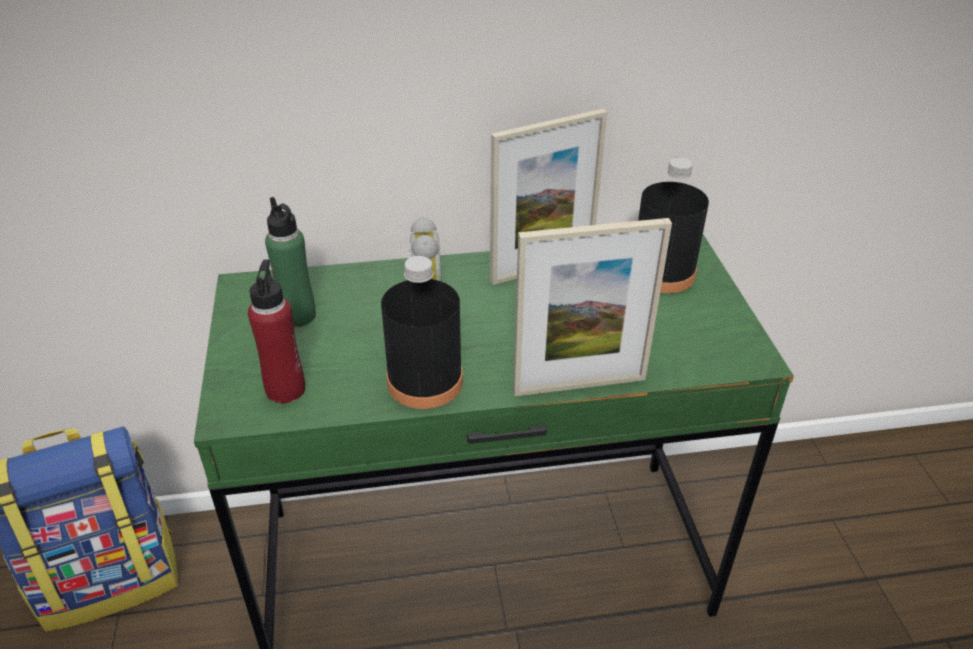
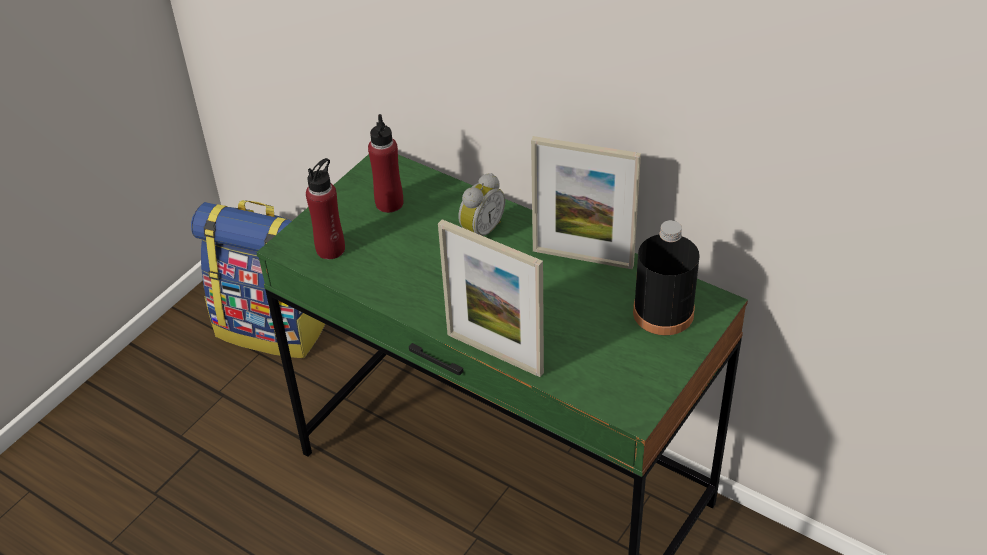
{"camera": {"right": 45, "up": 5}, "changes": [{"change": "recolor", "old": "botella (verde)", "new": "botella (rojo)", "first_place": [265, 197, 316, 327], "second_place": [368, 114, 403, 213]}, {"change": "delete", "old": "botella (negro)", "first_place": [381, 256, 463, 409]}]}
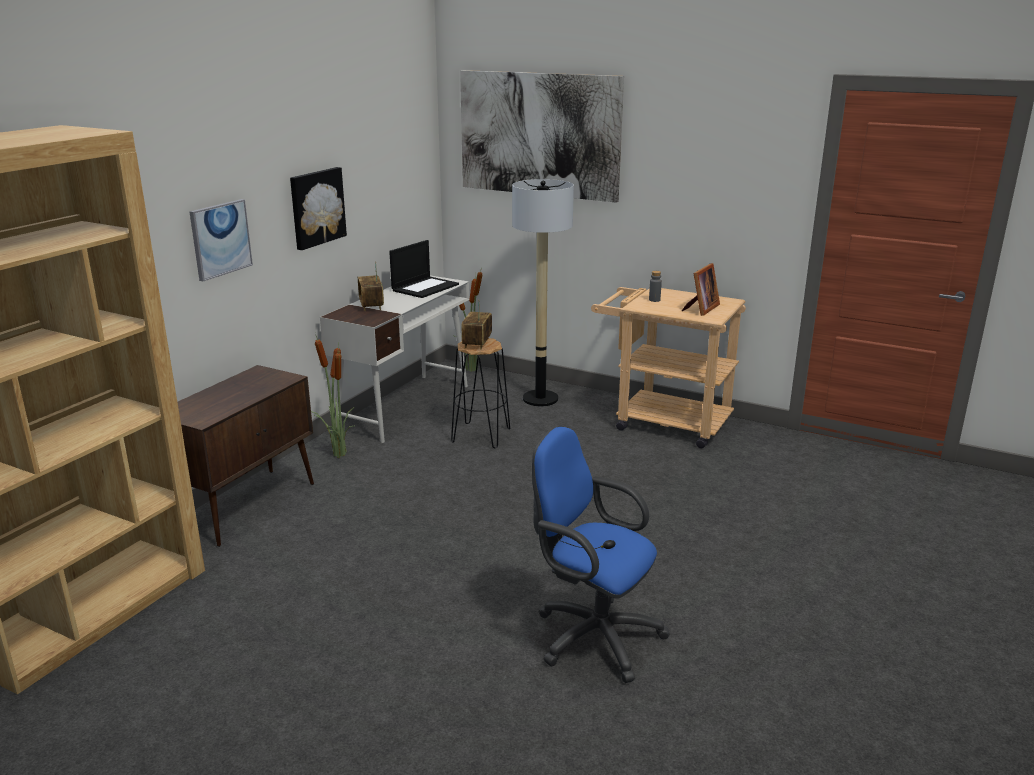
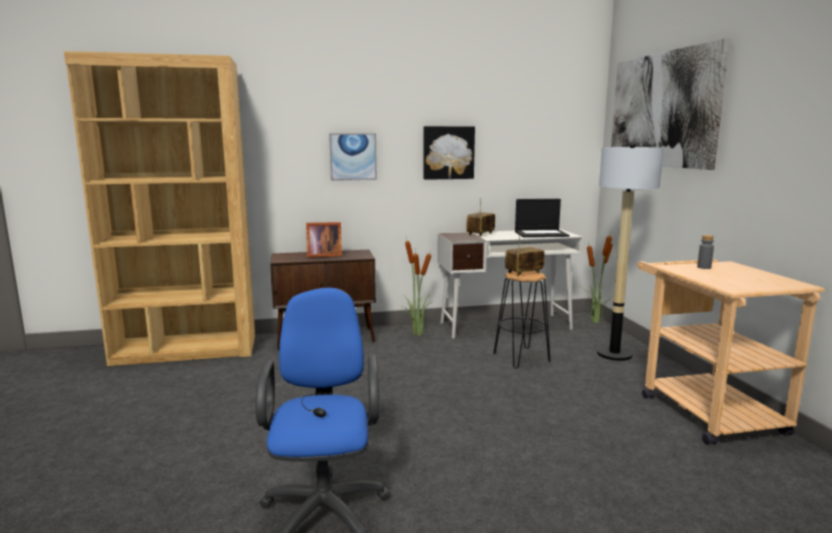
{"camera": {"right": 50, "up": -10}, "changes": [{"change": "move", "old": "portarretratos", "first_place": [682, 263, 720, 316], "second_place": [306, 222, 342, 257]}]}
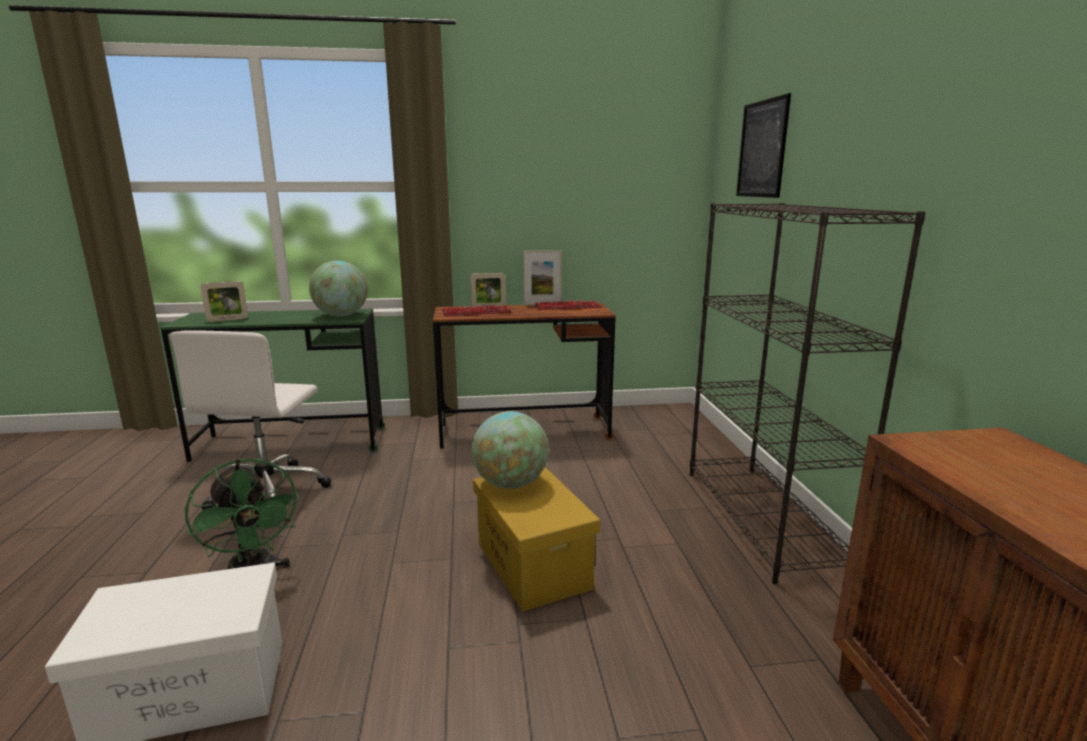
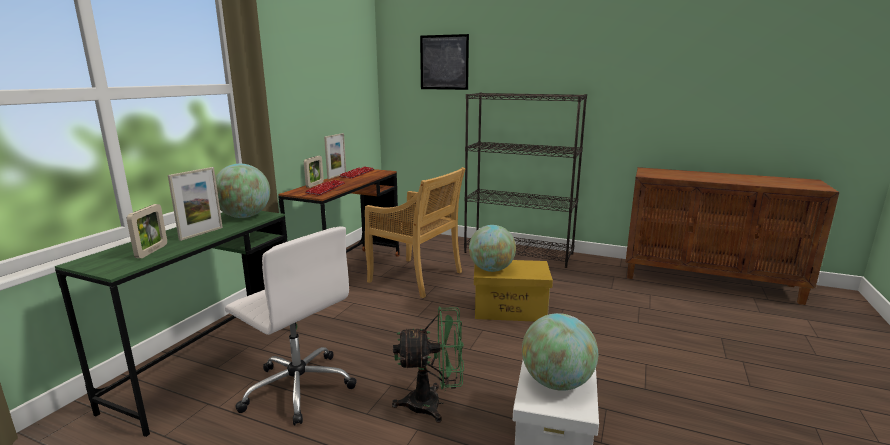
{"camera": {"right": -60, "up": 0}, "changes": [{"change": "insert", "new": "portarretratos", "second_place": [168, 167, 223, 241]}, {"change": "insert", "new": "silla (beis)", "second_place": [365, 167, 465, 298]}, {"change": "insert", "new": "globo terráqueo", "second_place": [522, 313, 598, 391]}]}
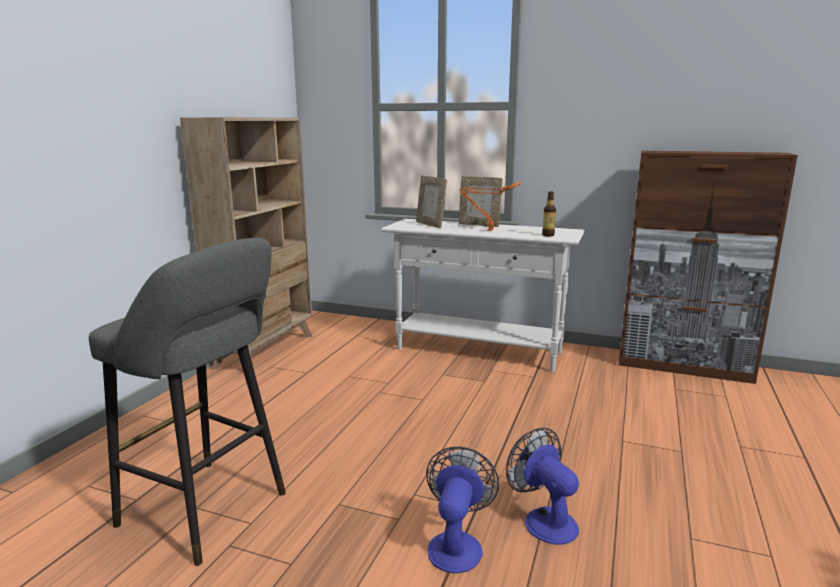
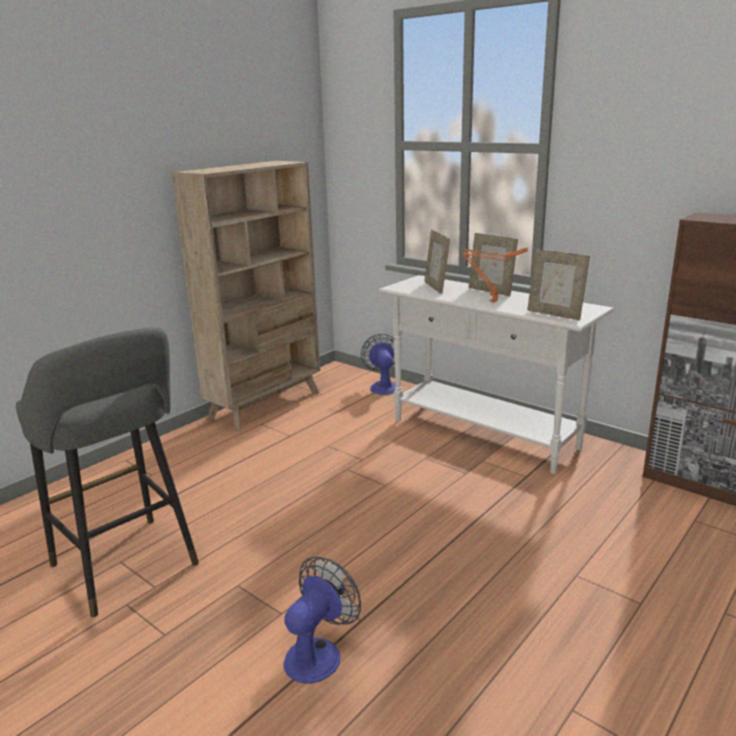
{"camera": {"right": 20, "up": 5}, "changes": [{"change": "move", "old": "ventilador", "first_place": [506, 428, 579, 545], "second_place": [361, 334, 396, 395]}, {"change": "replace", "old": "botella", "new": "portarretratos", "first_place": [542, 191, 556, 237], "second_place": [527, 249, 590, 320]}]}
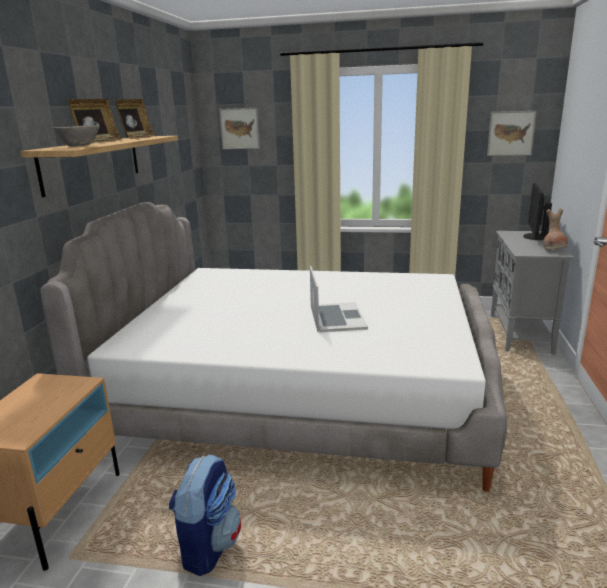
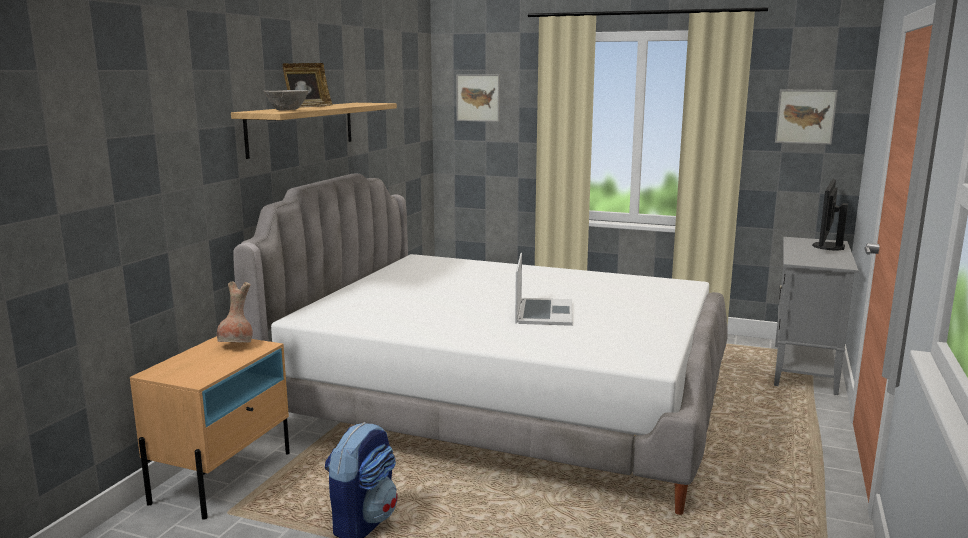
{"camera": {"right": 10, "up": -5}, "changes": [{"change": "move", "old": "florero (marrón)", "first_place": [543, 209, 568, 249], "second_place": [217, 281, 253, 342]}, {"change": "delete", "old": "portarretratos", "first_place": [115, 99, 155, 139]}]}
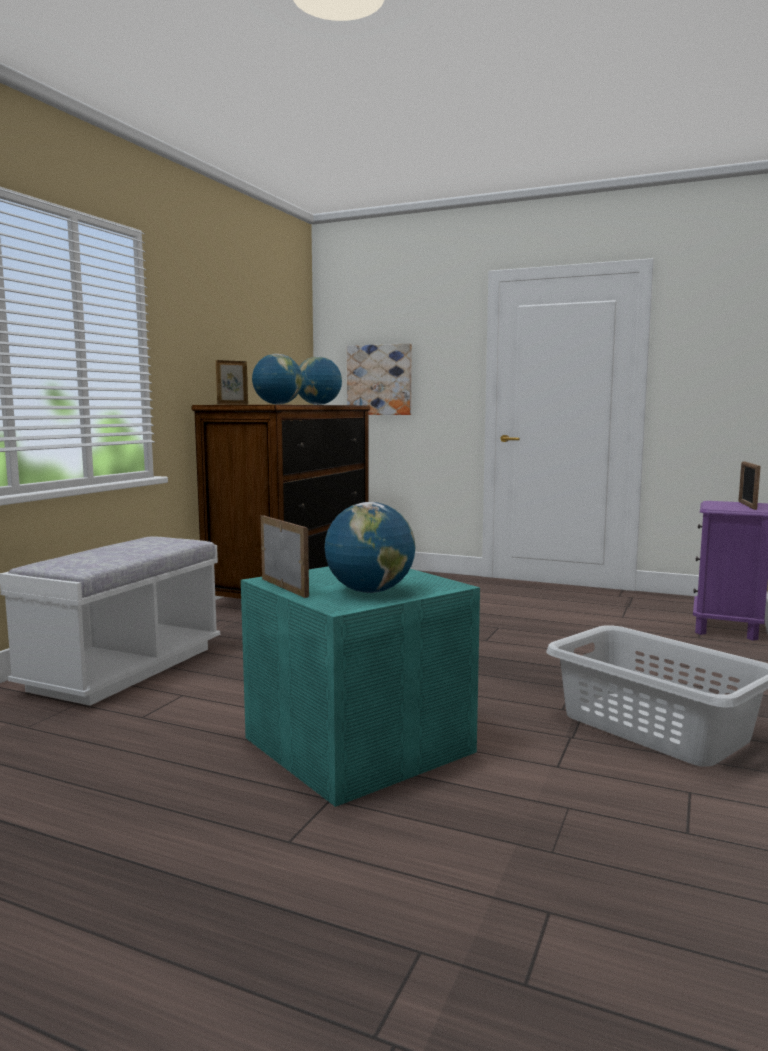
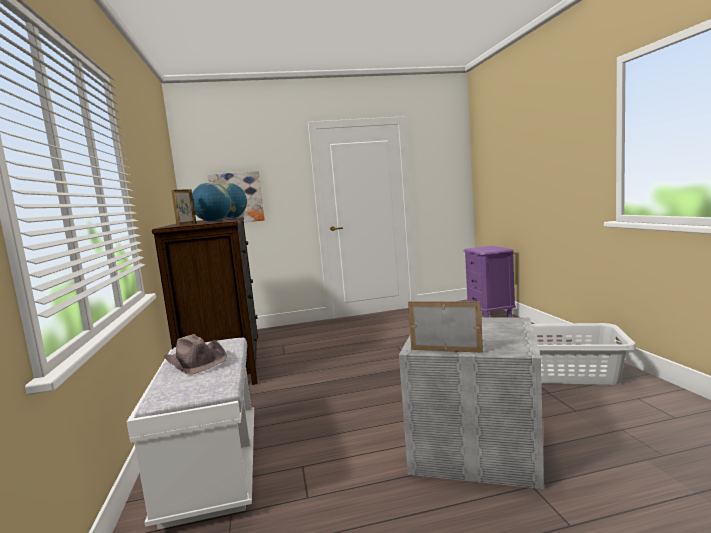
{"camera": {"right": -35, "up": 0}, "changes": [{"change": "insert", "new": "sombrero (marrón)", "second_place": [164, 334, 227, 375]}, {"change": "recolor", "old": "caja de almacenaje (turquesa)", "new": "caja de almacenaje (gris)", "first_place": [241, 566, 480, 807], "second_place": [399, 317, 544, 489]}, {"change": "delete", "old": "globo terráqueo", "first_place": [325, 502, 415, 593]}, {"change": "delete", "old": "portarretratos", "first_place": [739, 462, 761, 510]}]}
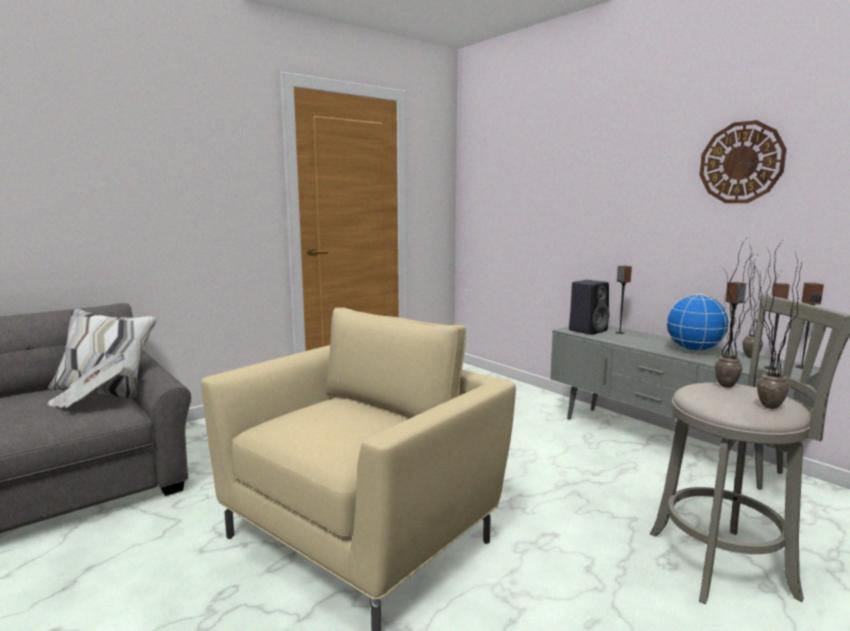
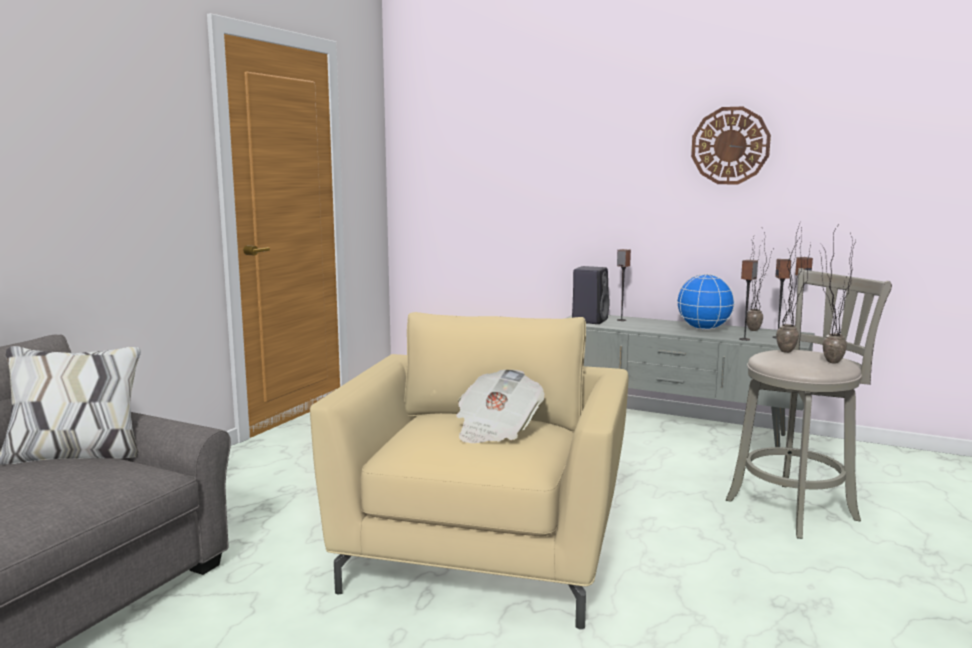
{"camera": {"right": -25, "up": 0}, "changes": [{"change": "move", "old": "periódico", "first_place": [48, 353, 129, 408], "second_place": [456, 370, 544, 443]}]}
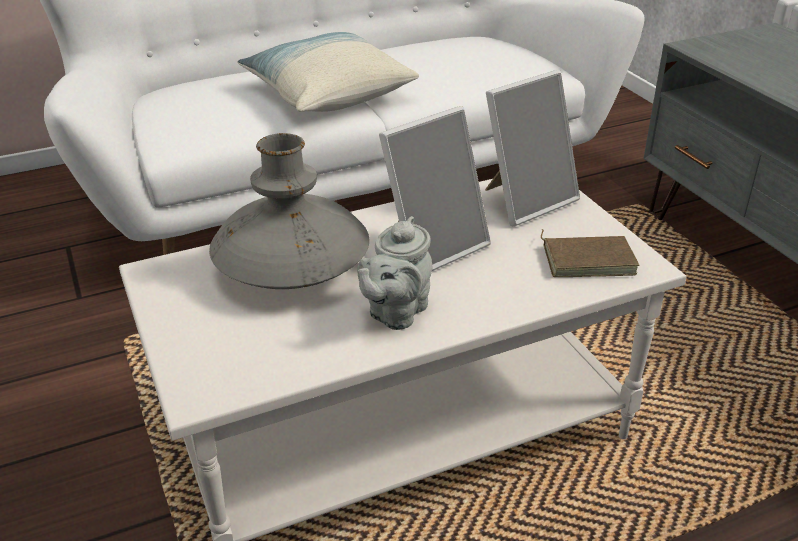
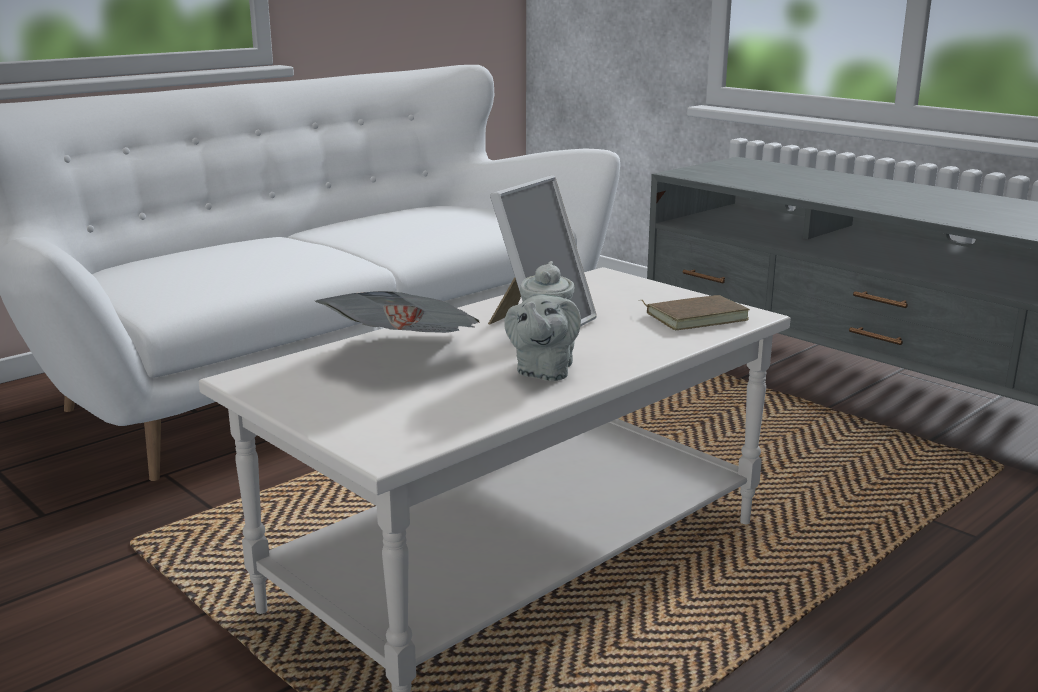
{"camera": {"right": -20, "up": -15}, "changes": [{"change": "replace", "old": "florero (gris)", "new": "periódico", "first_place": [209, 133, 369, 289], "second_place": [314, 291, 479, 333]}, {"change": "delete", "old": "cojín", "first_place": [238, 32, 419, 112]}, {"change": "delete", "old": "portarretratos", "first_place": [485, 70, 580, 227]}]}
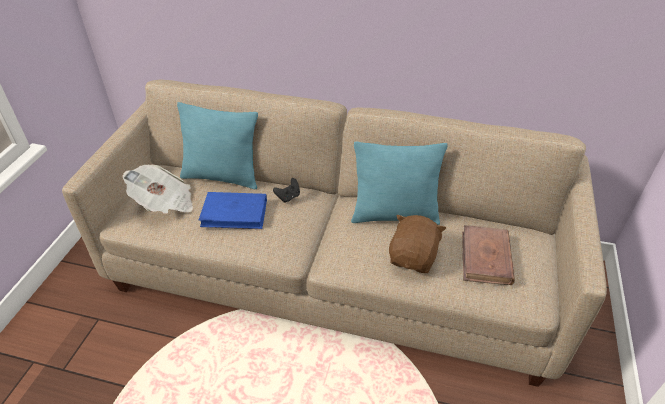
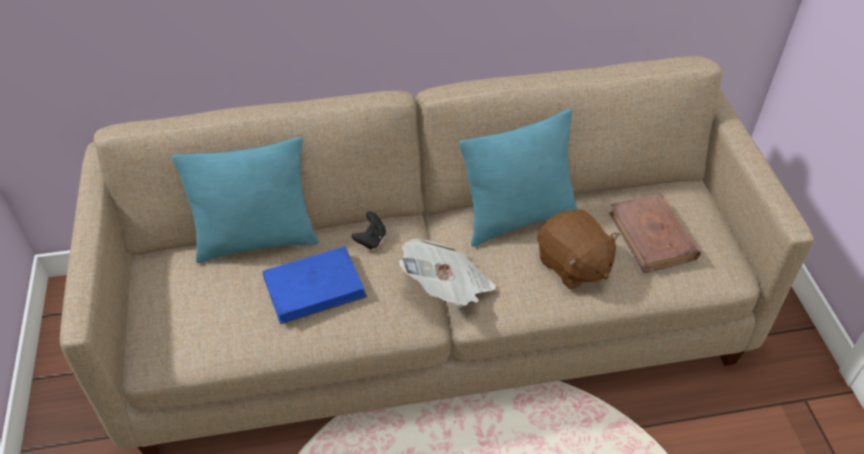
{"camera": {"right": -25, "up": 5}, "changes": [{"change": "move", "old": "periódico", "first_place": [123, 164, 193, 214], "second_place": [398, 238, 496, 307]}, {"change": "rotate", "old": "peluche (marrón)", "first_place": [389, 214, 446, 273], "second_place": [537, 209, 620, 289], "degrees": 150}]}
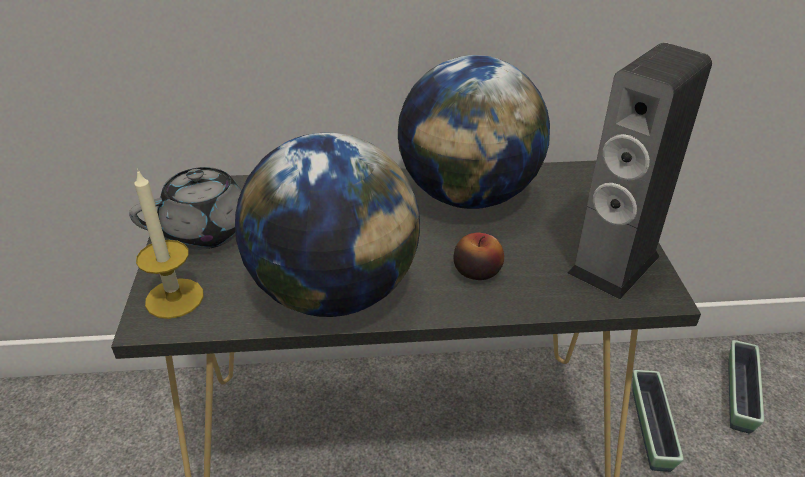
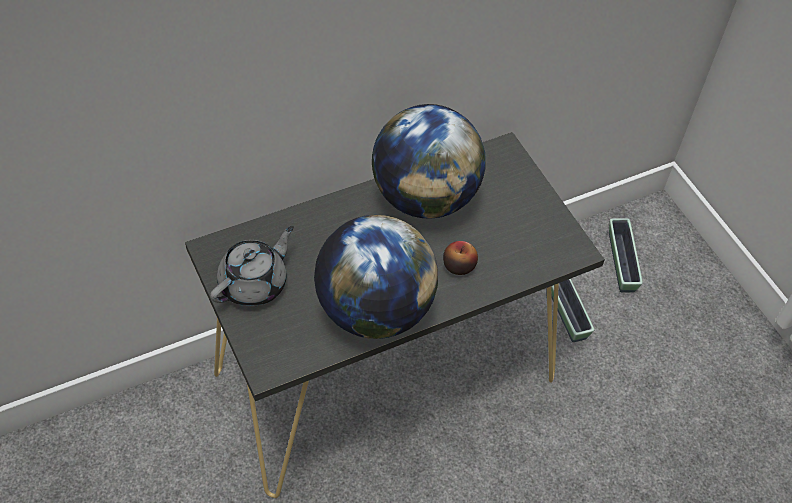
{"camera": {"right": -25, "up": 15}, "changes": [{"change": "delete", "old": "vela", "first_place": [134, 169, 204, 319]}, {"change": "delete", "old": "altavoz", "first_place": [568, 43, 712, 300]}]}
